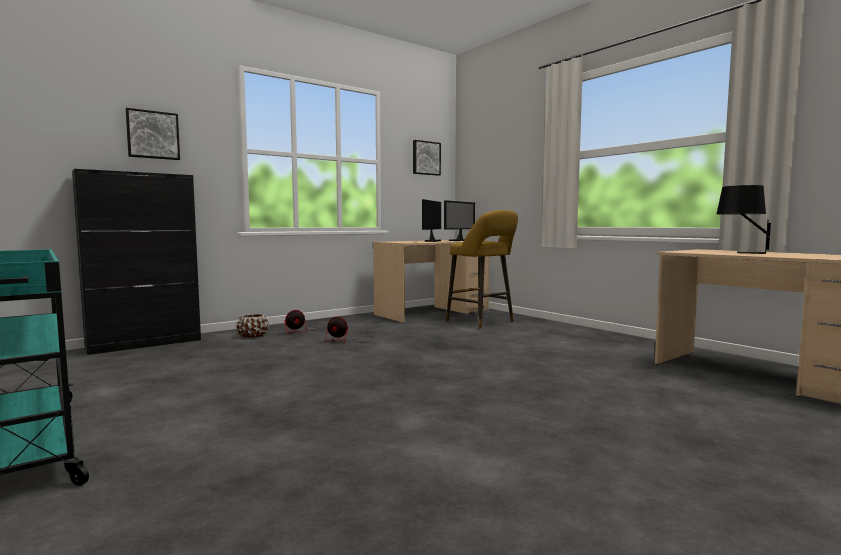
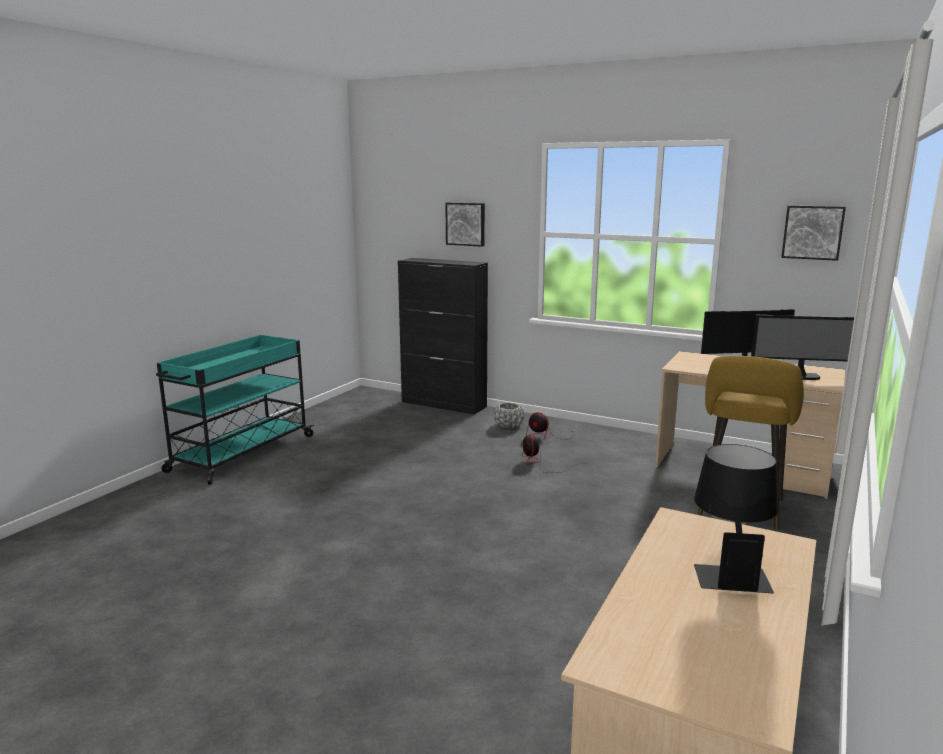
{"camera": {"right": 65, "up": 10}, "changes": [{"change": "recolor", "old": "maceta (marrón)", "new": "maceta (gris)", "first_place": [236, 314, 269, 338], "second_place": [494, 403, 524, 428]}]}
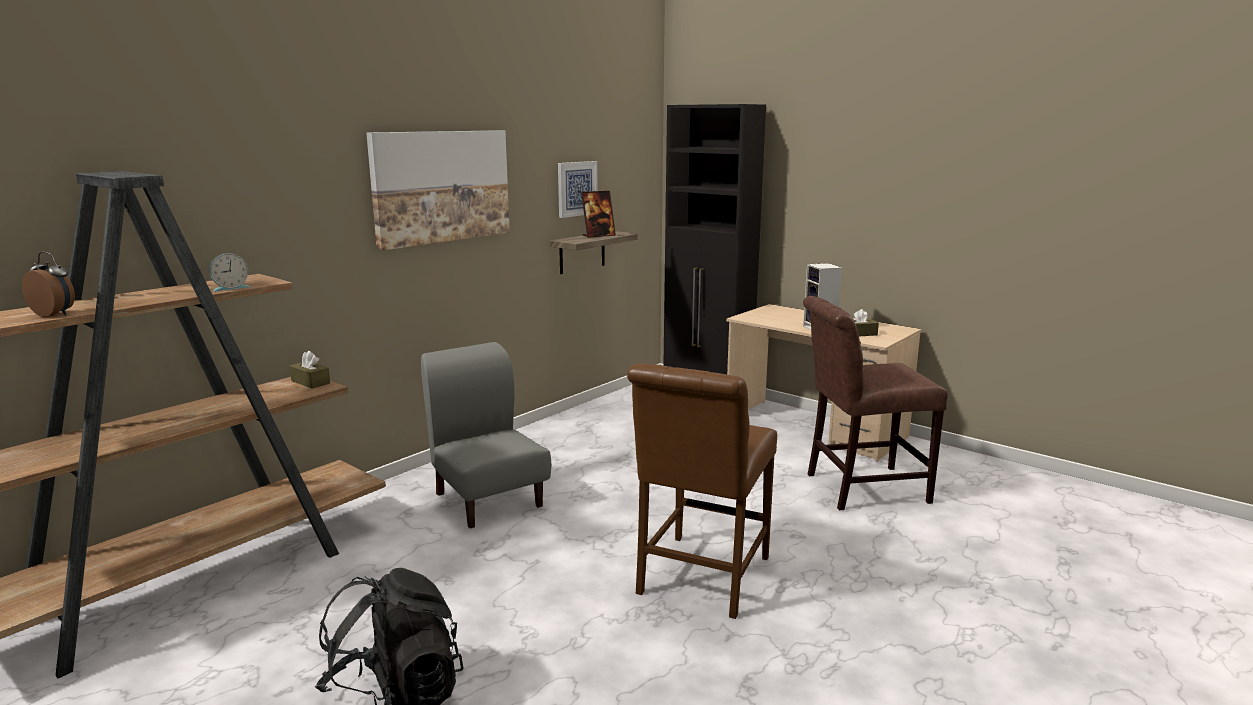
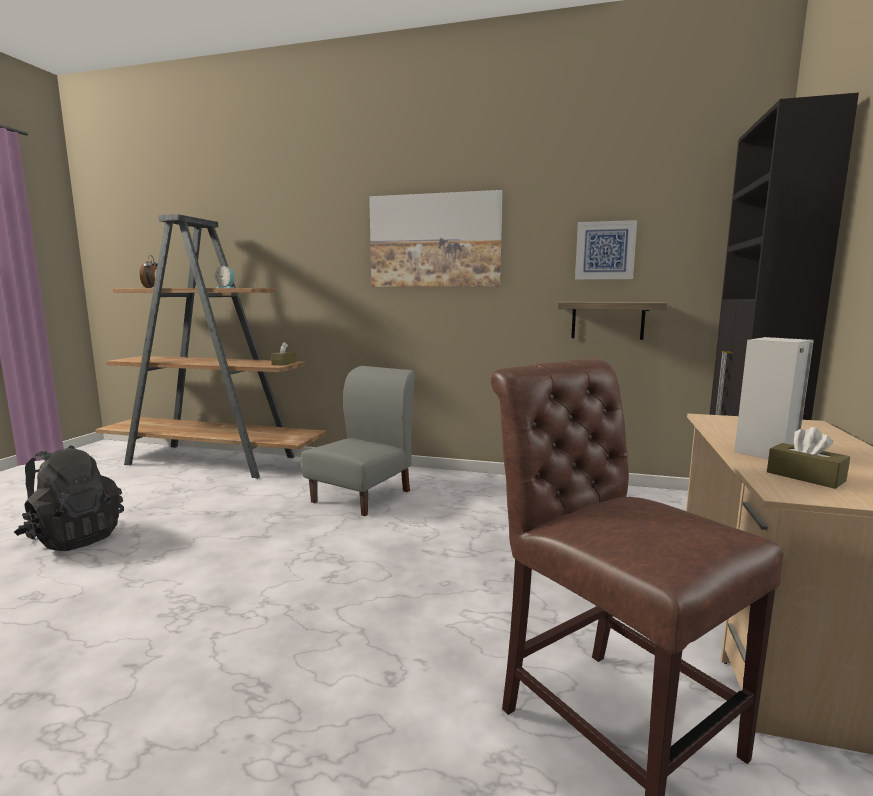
{"camera": {"right": 65, "up": -5}, "changes": [{"change": "delete", "old": "portarretratos", "first_place": [581, 191, 616, 238]}, {"change": "delete", "old": "silla (marrón)", "first_place": [627, 364, 777, 619]}]}
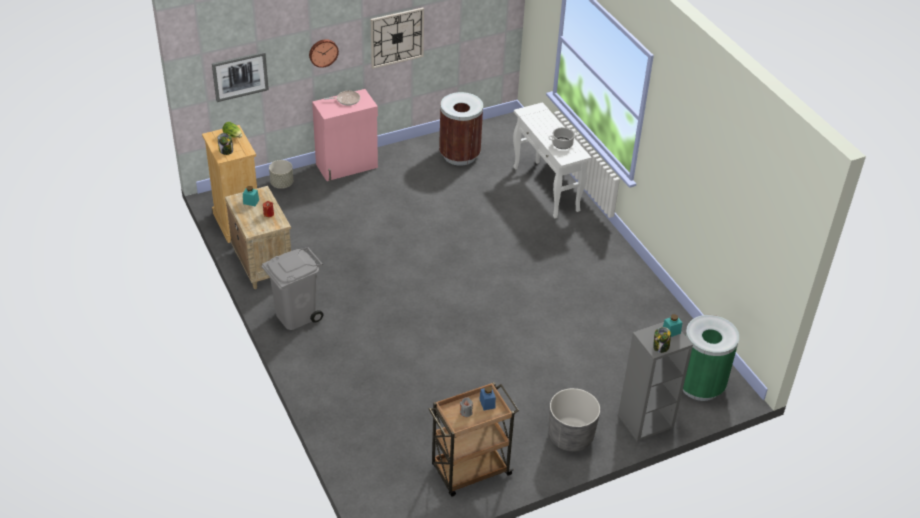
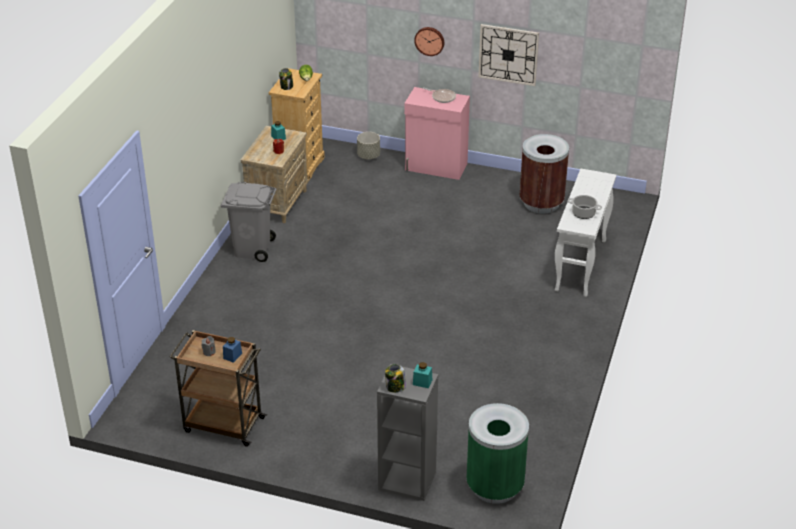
{"camera": {"right": 45, "up": -5}, "changes": [{"change": "delete", "old": "cuadro", "first_place": [212, 52, 269, 102]}, {"change": "delete", "old": "maceta (gris)", "first_place": [549, 388, 600, 452]}]}
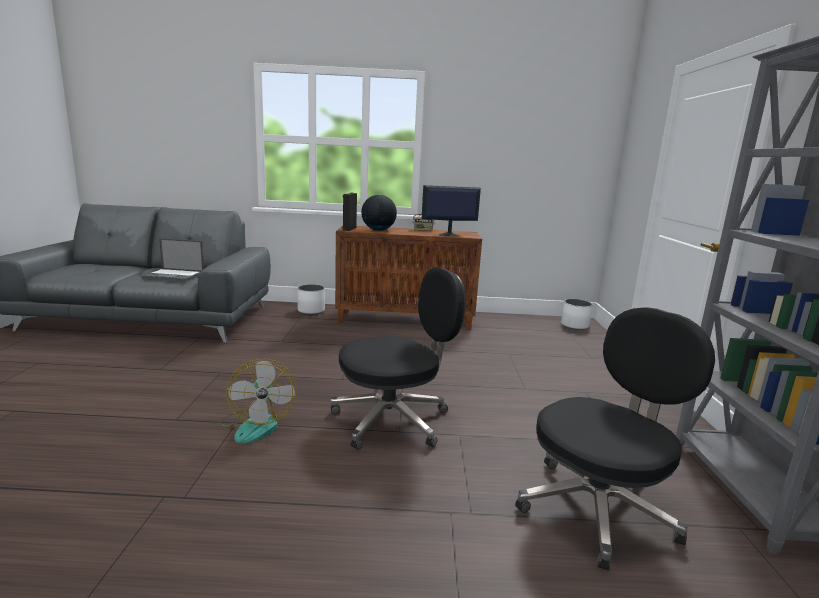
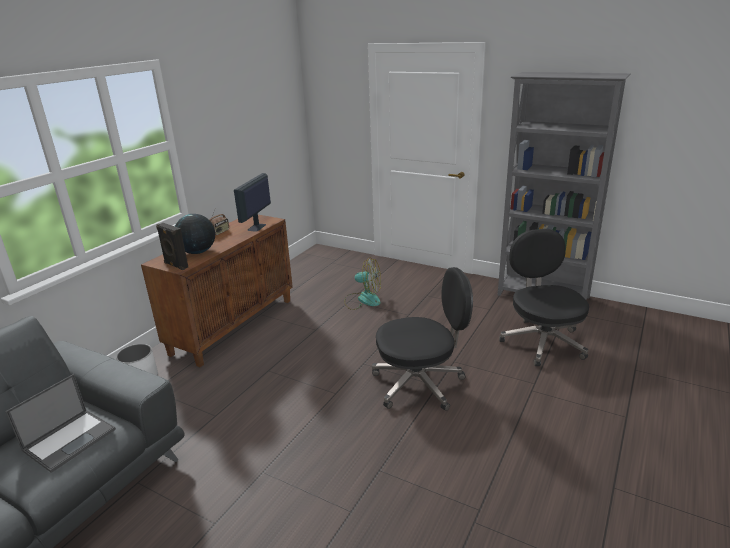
{"camera": {"right": -60, "up": 10}, "changes": [{"change": "move", "old": "ventilador", "first_place": [218, 359, 297, 443], "second_place": [344, 258, 381, 310]}, {"change": "rotate", "old": "silla de oficina (negro)", "first_place": [330, 267, 466, 450], "second_place": [372, 267, 473, 411], "degrees": 75}, {"change": "delete", "old": "maceta (blanco)", "first_place": [561, 299, 592, 330]}]}
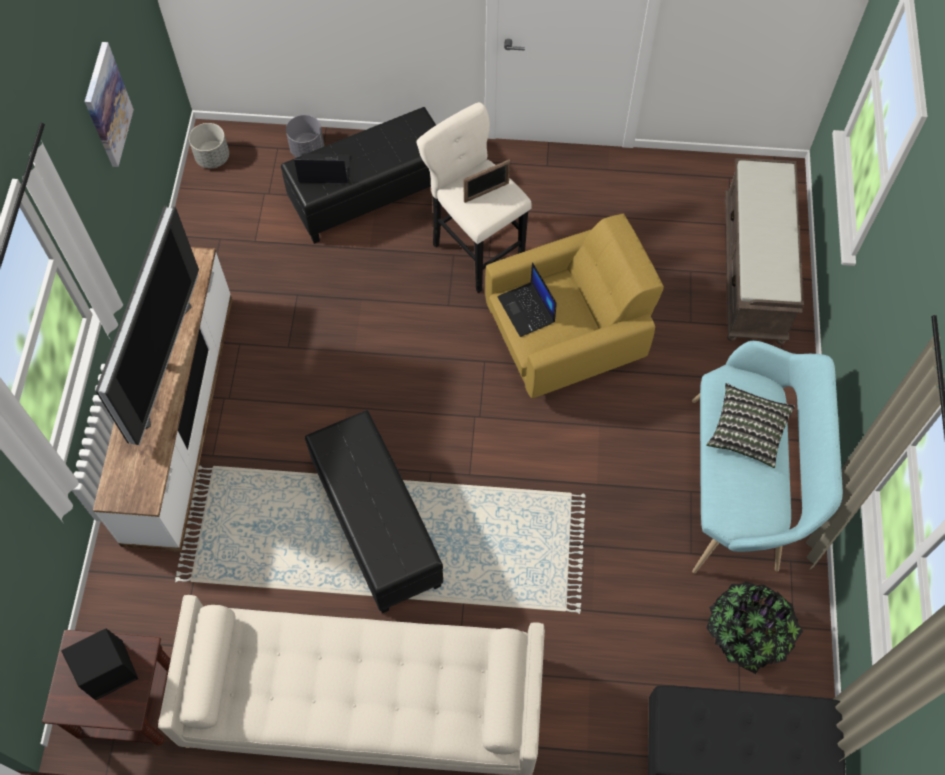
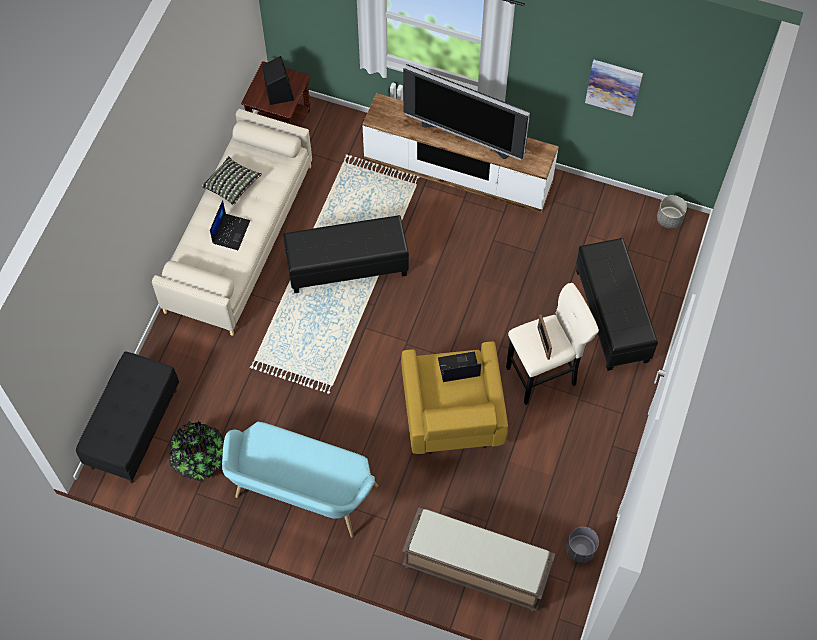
{"camera": {"right": 105, "up": 0}, "changes": [{"change": "move", "old": "cojín", "first_place": [706, 383, 795, 468], "second_place": [201, 156, 262, 205]}, {"change": "move", "old": "portátil", "first_place": [294, 153, 351, 183], "second_place": [210, 200, 250, 250]}, {"change": "move", "old": "maceta (gris)", "first_place": [286, 115, 324, 158], "second_place": [566, 527, 599, 563]}]}
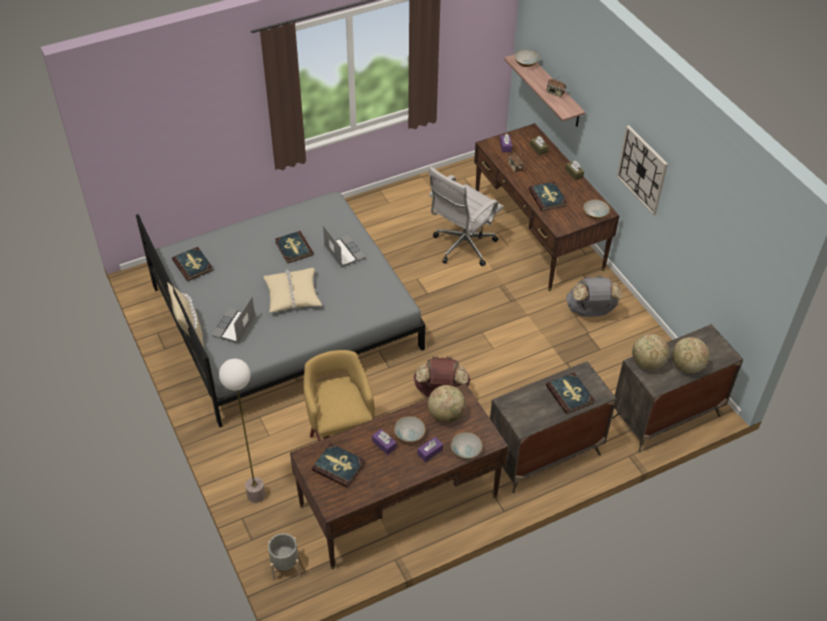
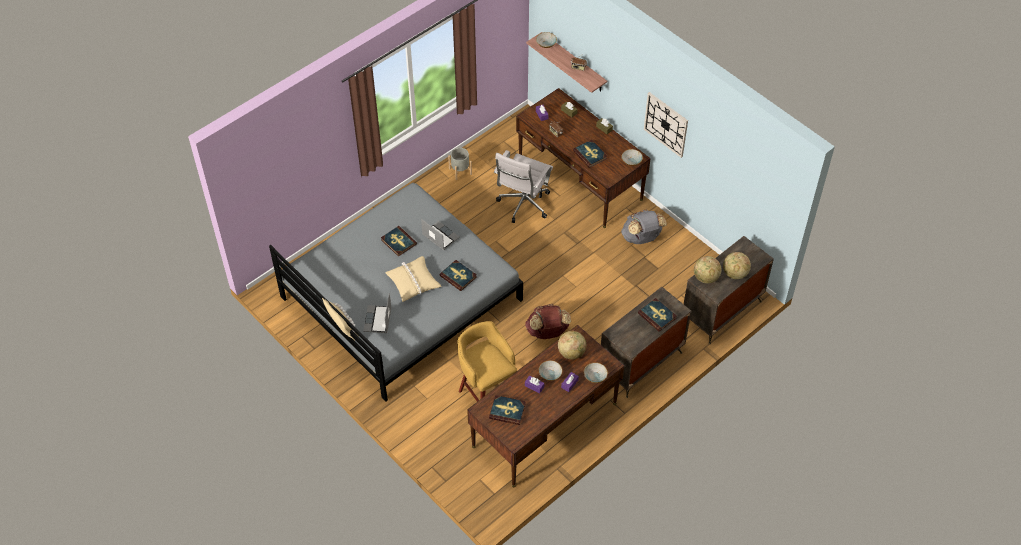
{"camera": {"right": -15, "up": 5}, "changes": [{"change": "move", "old": "libro", "first_place": [172, 247, 213, 281], "second_place": [440, 260, 477, 291]}, {"change": "move", "old": "maceta (gris)", "first_place": [268, 533, 301, 580], "second_place": [448, 148, 472, 180]}, {"change": "delete", "old": "lámpara de pie", "first_place": [219, 359, 265, 503]}]}
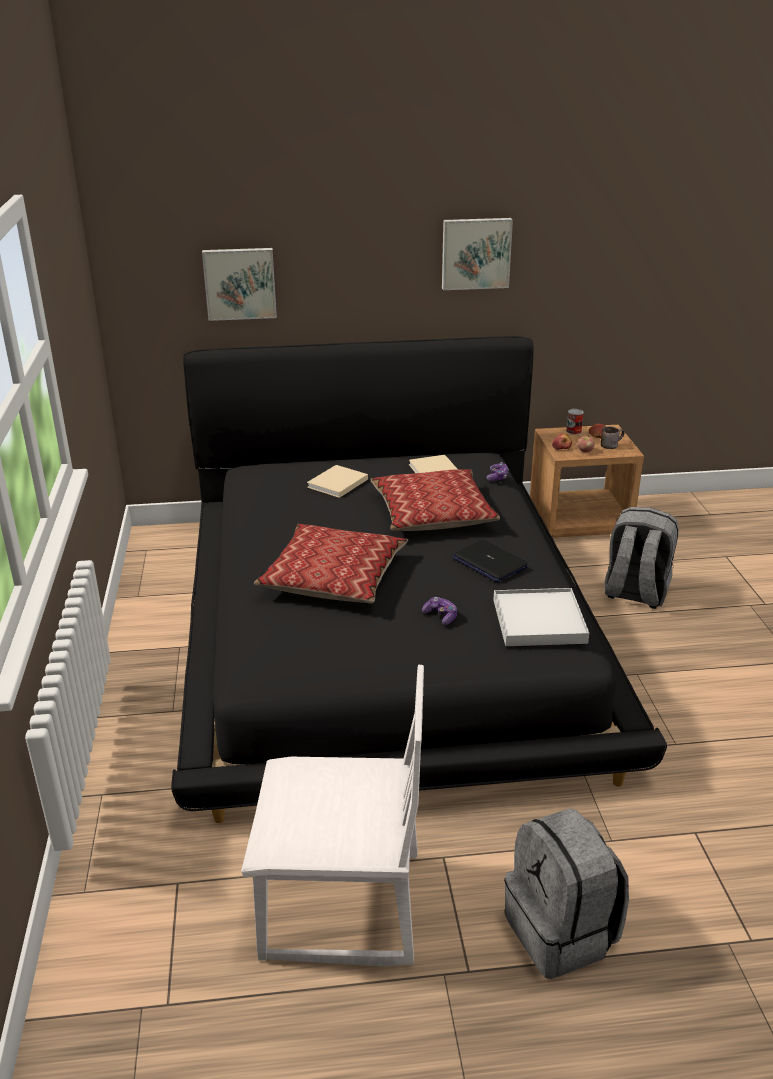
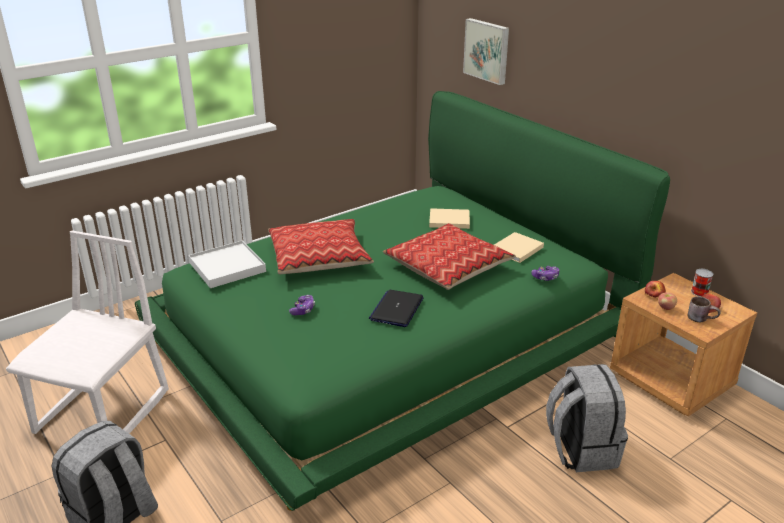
{"camera": {"right": 60, "up": 0}, "changes": [{"change": "rotate", "old": "silla (blanco)", "first_place": [241, 665, 424, 966], "second_place": [6, 231, 169, 434], "degrees": -135}, {"change": "recolor", "old": "cama (negro)", "new": "cama (verde)", "first_place": [171, 336, 667, 823], "second_place": [135, 91, 670, 511]}, {"change": "move", "old": "bandeja (blanco)", "first_place": [493, 588, 589, 646], "second_place": [188, 241, 266, 288]}, {"change": "delete", "old": "cuadro", "first_place": [442, 218, 513, 290]}]}
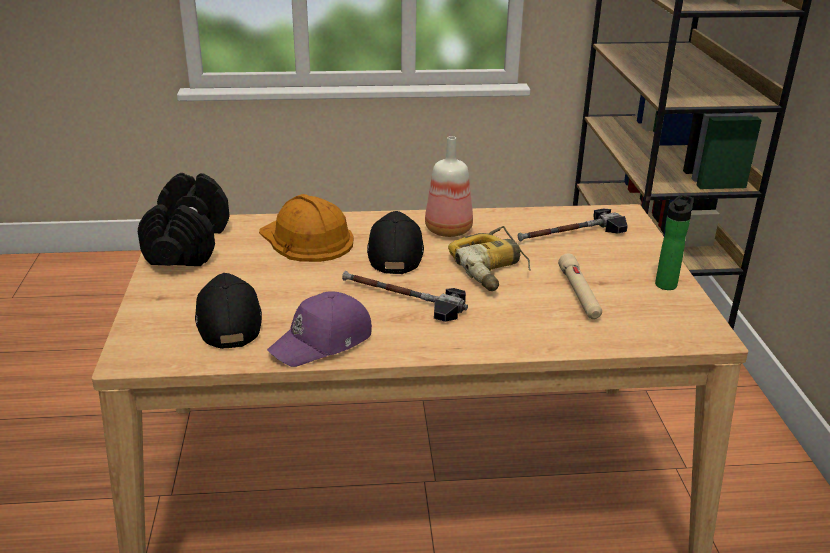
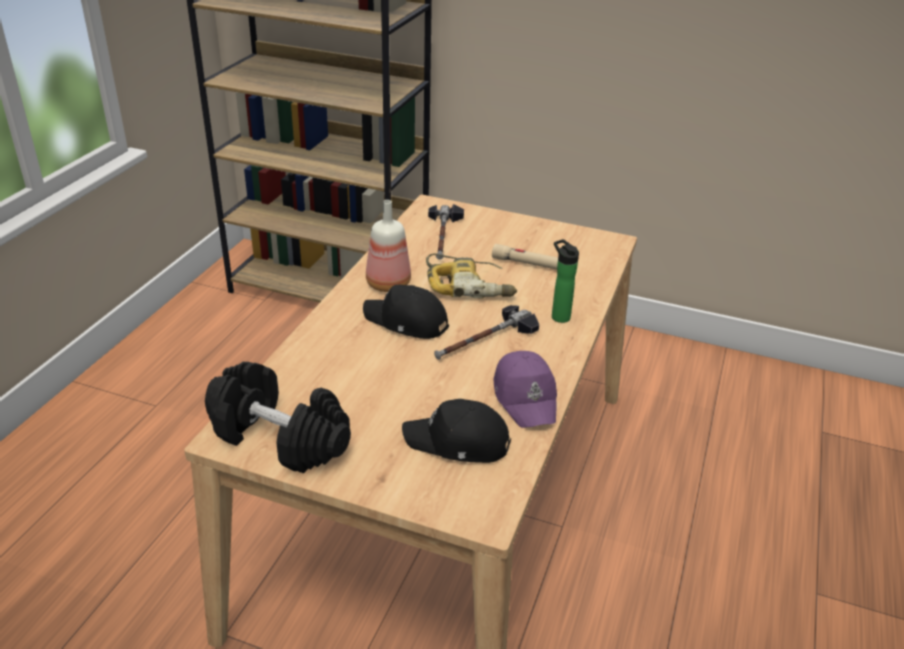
{"camera": {"right": -65, "up": 5}, "changes": [{"change": "move", "old": "botella", "first_place": [655, 195, 694, 290], "second_place": [552, 239, 579, 323]}, {"change": "delete", "old": "casco (naranja)", "first_place": [259, 194, 354, 262]}]}
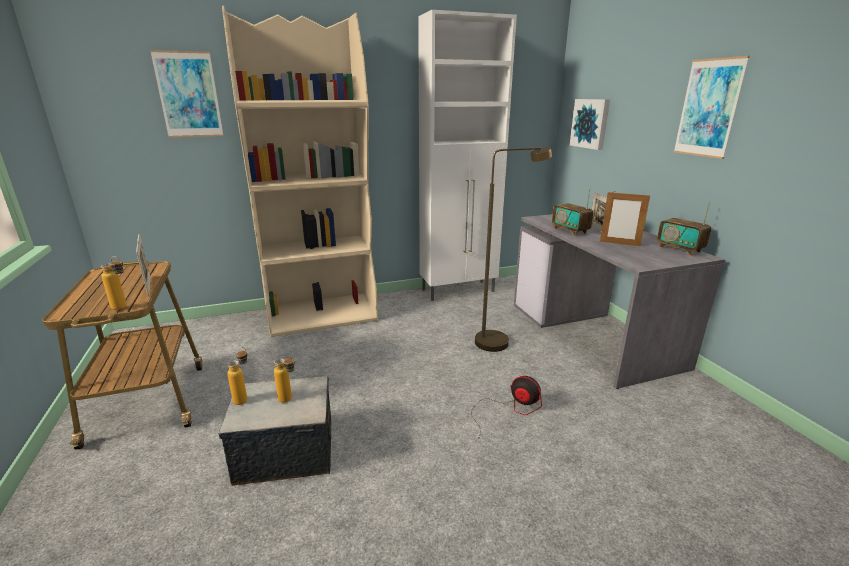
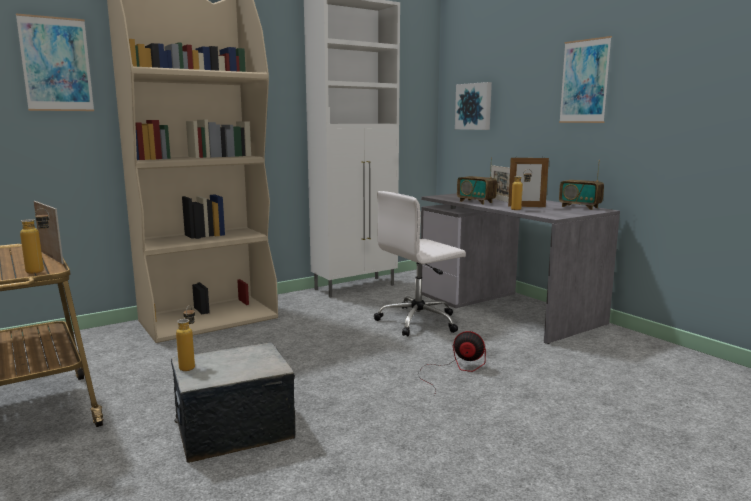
{"camera": {"right": -15, "up": -10}, "changes": [{"change": "replace", "old": "lámpara de pie (marrón)", "new": "silla de oficina (blanco)", "first_place": [475, 147, 552, 352], "second_place": [374, 191, 466, 336]}, {"change": "move", "old": "botella", "first_place": [274, 355, 295, 403], "second_place": [511, 169, 532, 210]}]}
